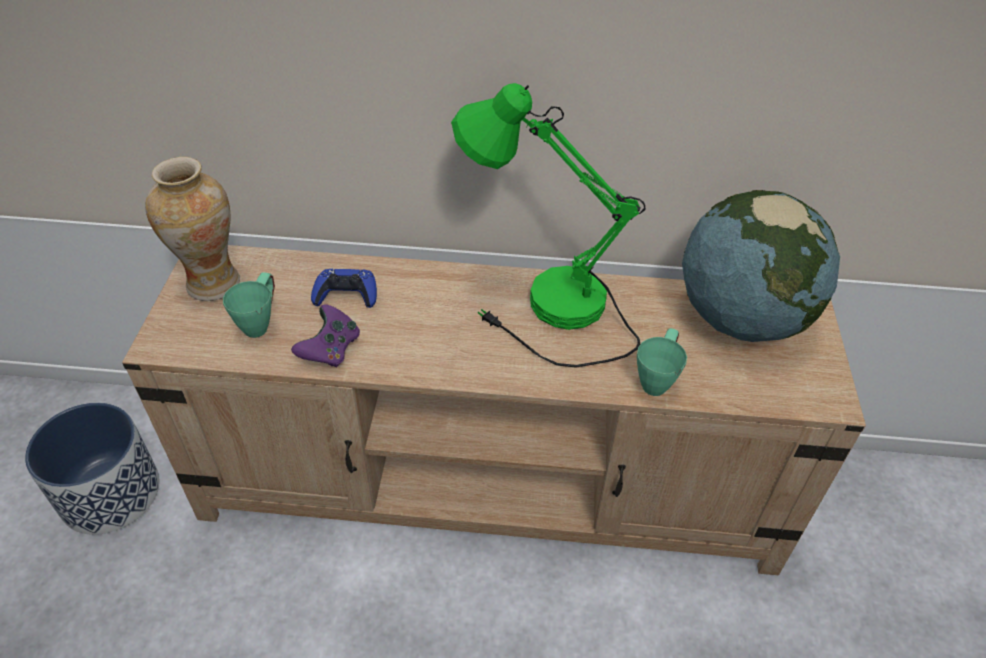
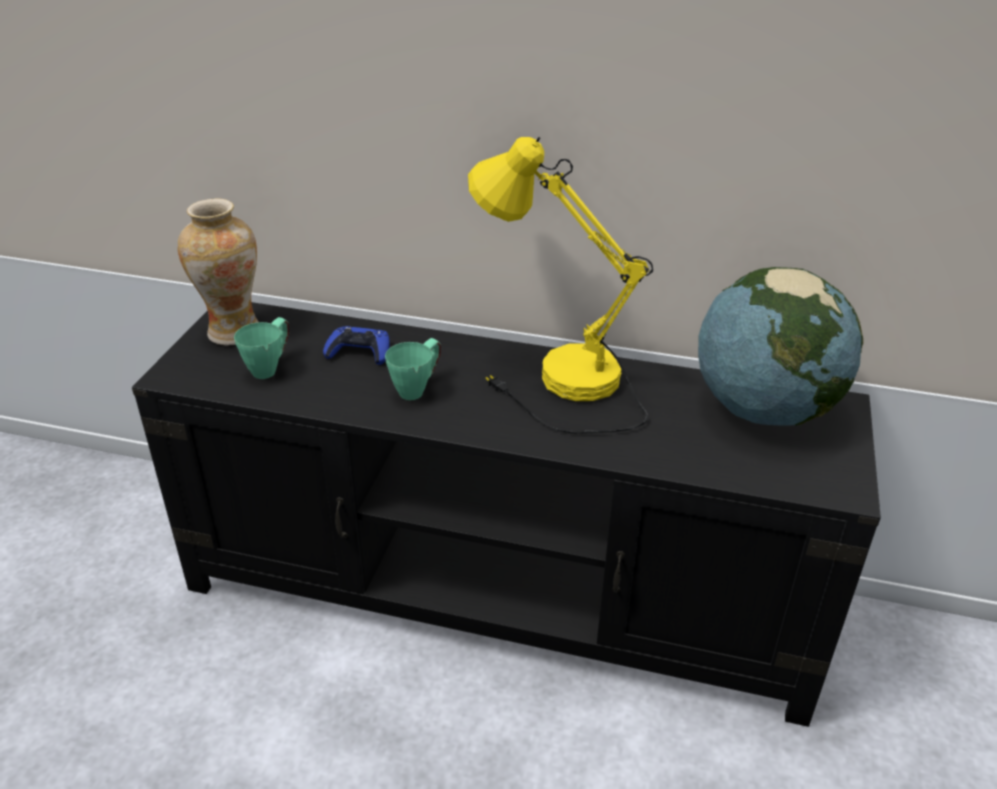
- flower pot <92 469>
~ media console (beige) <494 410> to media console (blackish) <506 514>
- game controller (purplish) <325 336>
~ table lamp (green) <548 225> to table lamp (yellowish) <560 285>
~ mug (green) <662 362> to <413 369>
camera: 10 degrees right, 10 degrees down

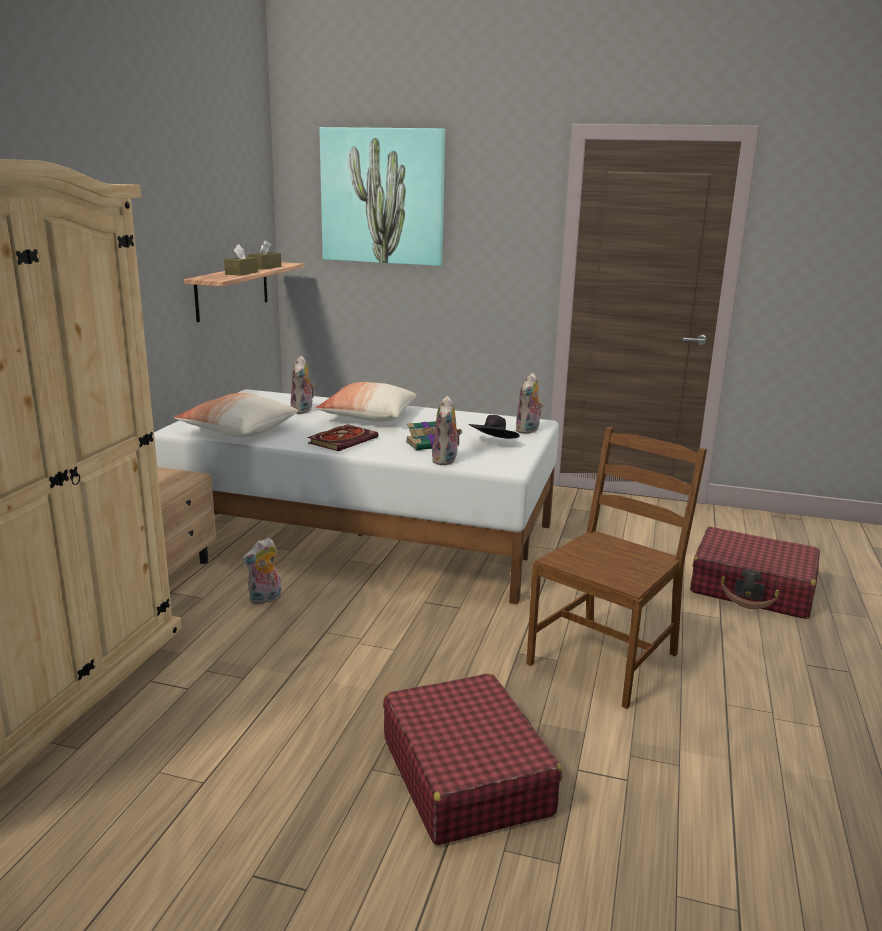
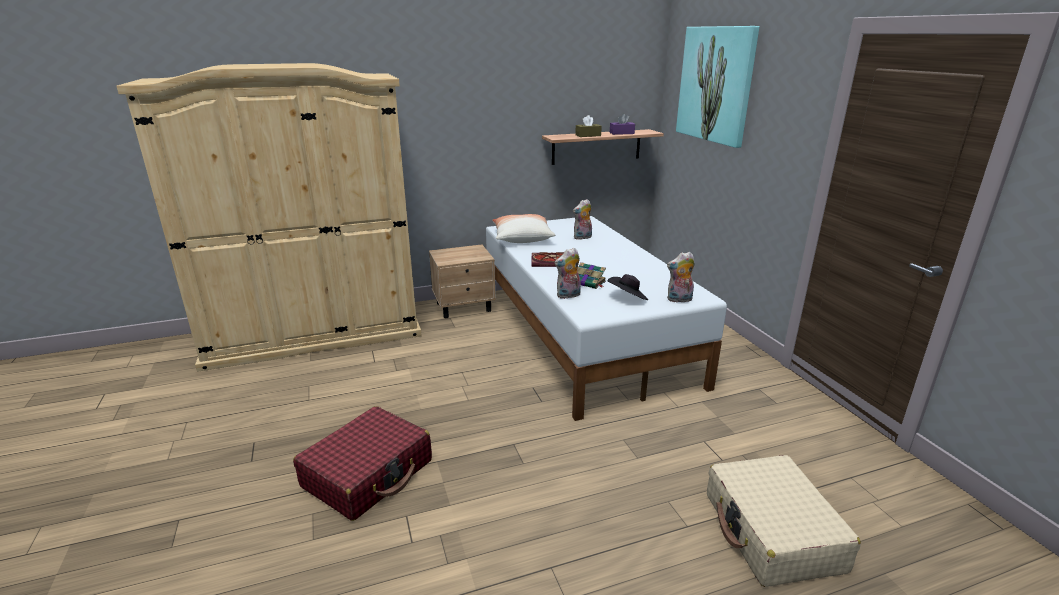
- plush toy <261 571>
~ tissue holder (brownish) <265 255> to tissue holder (purplish) <622 124>
- pillow <365 402>
- plain chair (brownish) <616 568>
~ suitcase (reddish) <755 573> to suitcase (beige) <784 521>
camera: 55 degrees right, 5 degrees up

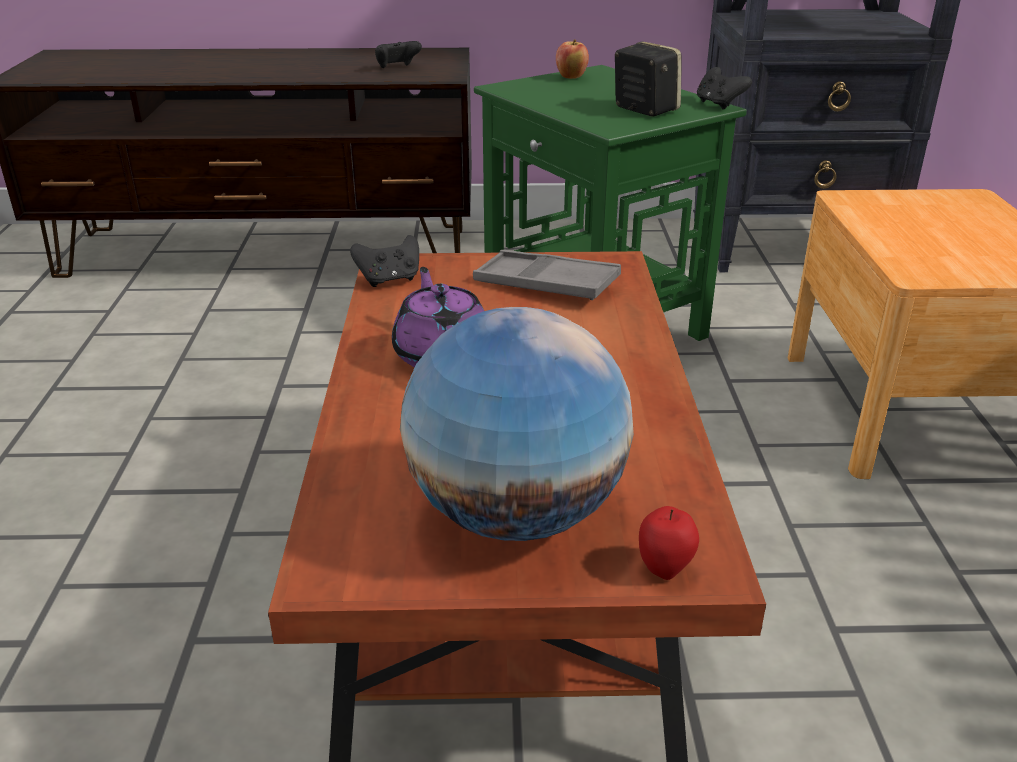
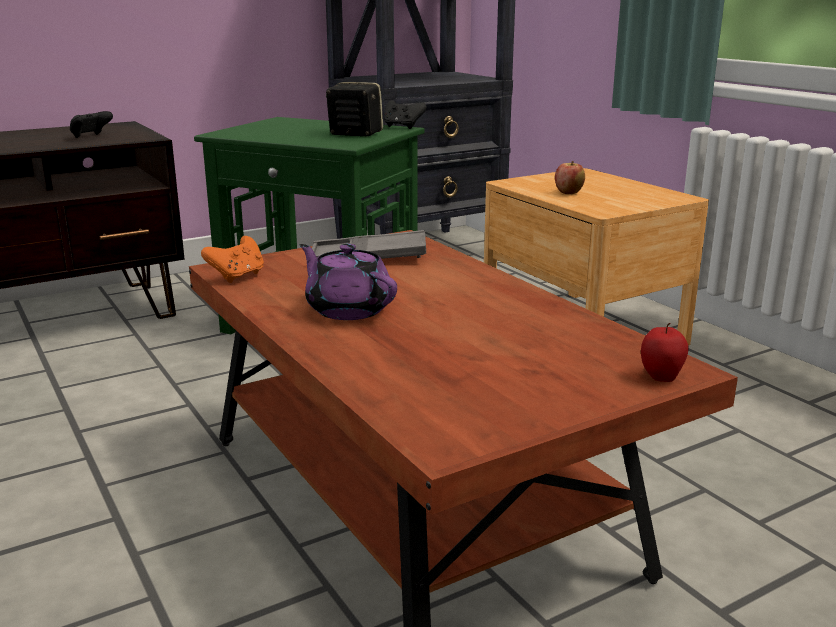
~ game controller (blackish) <384 261> to game controller (orangey) <232 259>
- desk globe <517 424>
~ apple fruit <572 59> to <570 177>
camera: 30 degrees left, 10 degrees down

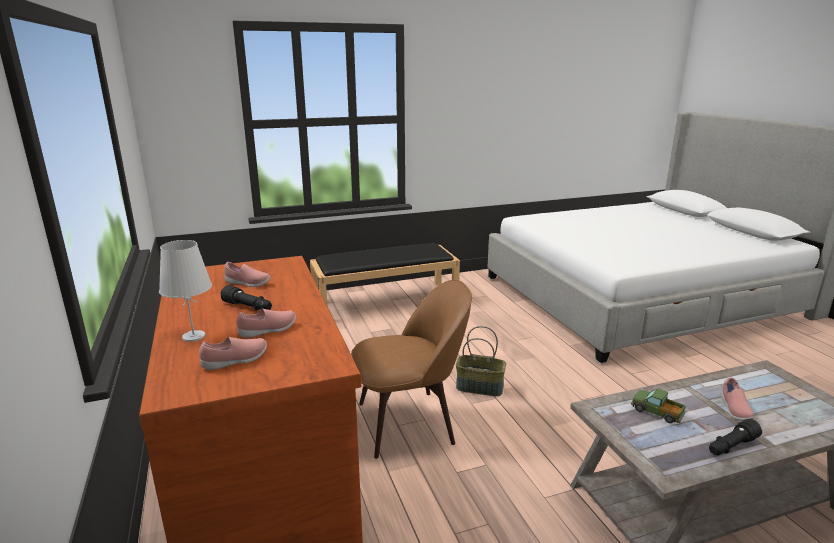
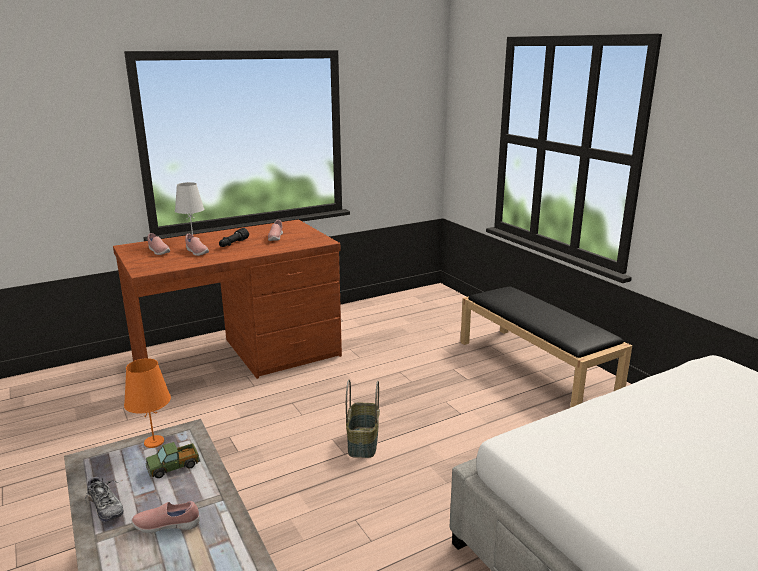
- plain chair (brownish) <411 369>
~ model truck <658 405> = <173 460> 150 degrees counterclockwise
~ flashlight (blackish) <735 437> to shoe <104 498>
+ table lamp (orangey) <147 403>
camera: 80 degrees right, 0 degrees up

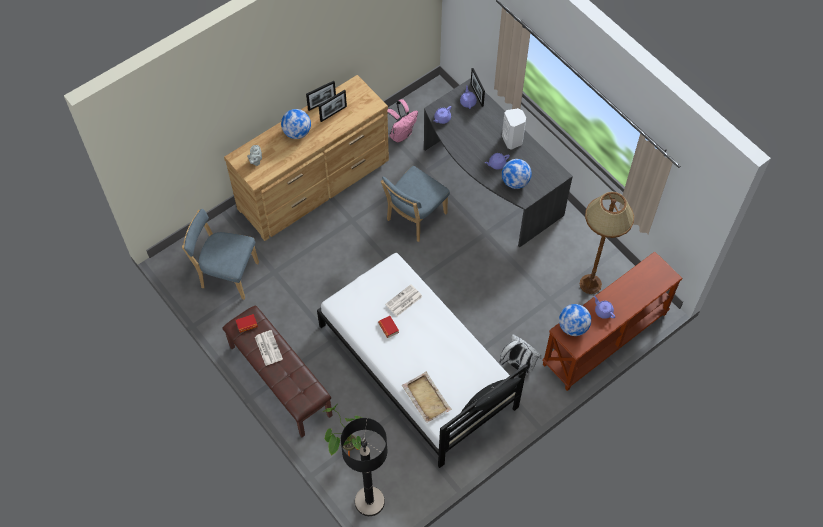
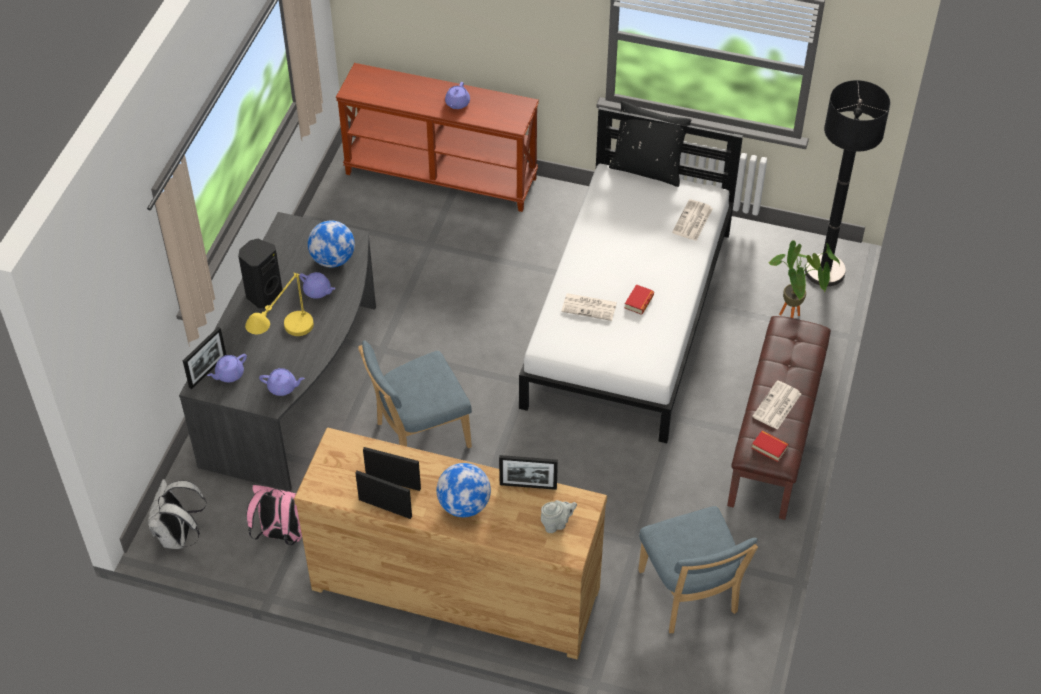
~ plain chair (blue) <415 204> = <415 394> 150 degrees clockwise
~ serving tray (beige) <427 397> to newspaper <692 220>
~ backpack (white-coloured) <520 354> to <177 514>
~ speaker (white-coloured) <514 129> to speaker (blackish) <260 273>
- desk globe <575 320>
- floor lamp (brownish) <607 243>
+ table lamp (yellowish) <279 304>
+ standing frame <528 472>
camera: 125 degrees left, 10 degrees down

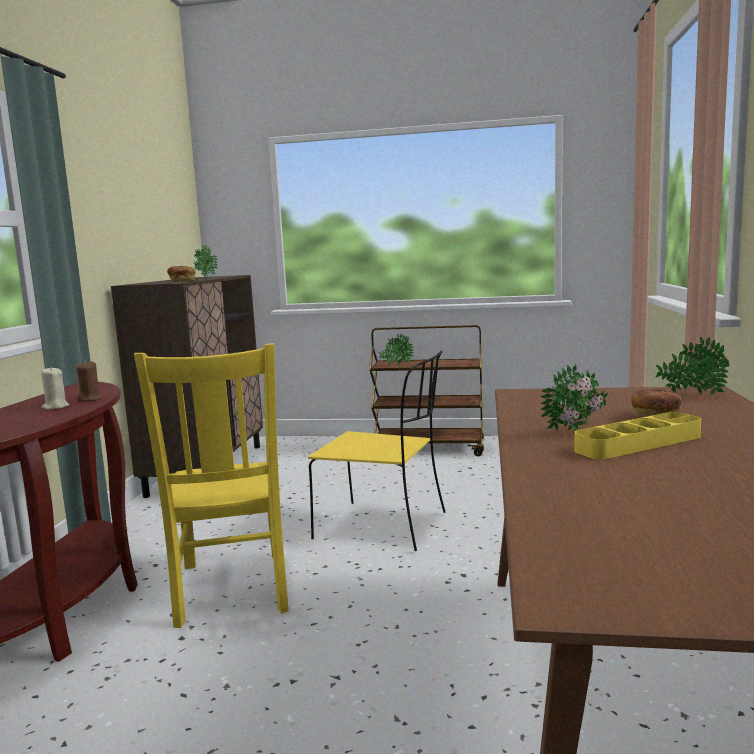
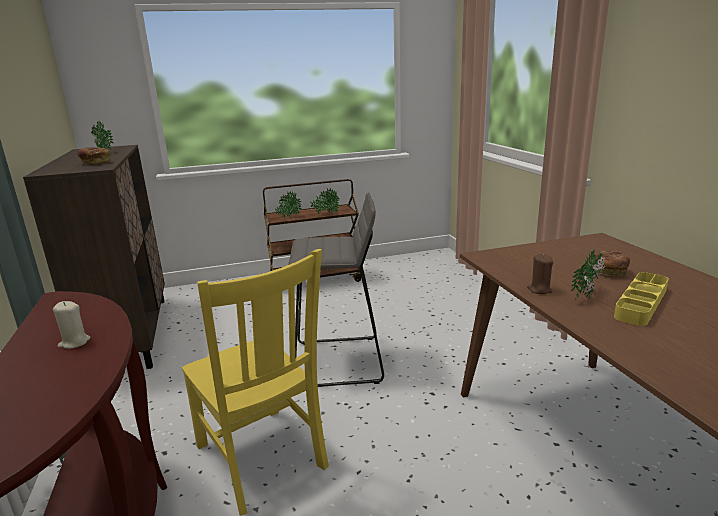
~ candle (brownish) <89 381> to <540 274>
~ plain chair (yellowish) <376 451> to stool seat (grey) <336 289>
~ houseplant <692 366> to <325 200>
camera: 25 degrees left, 10 degrees up

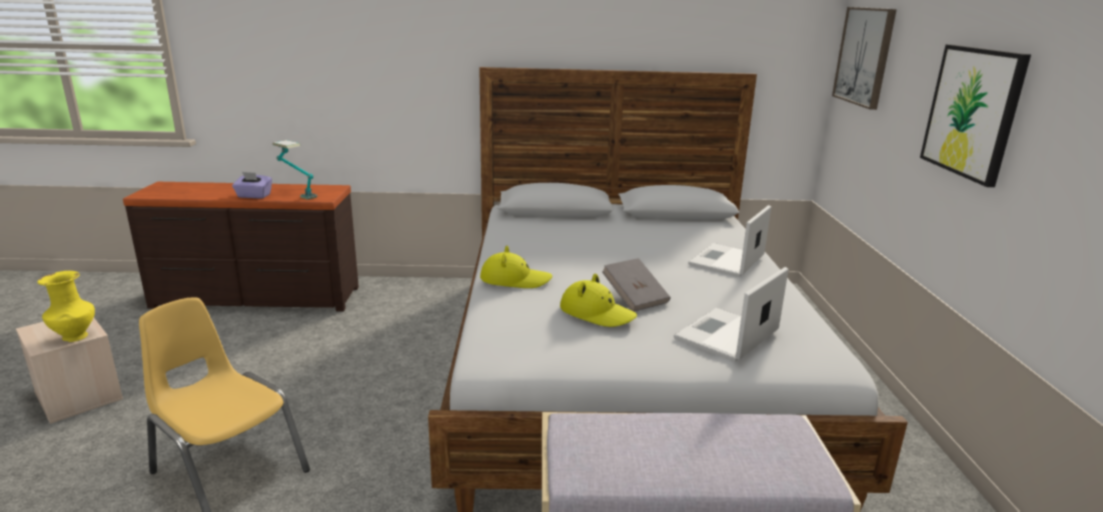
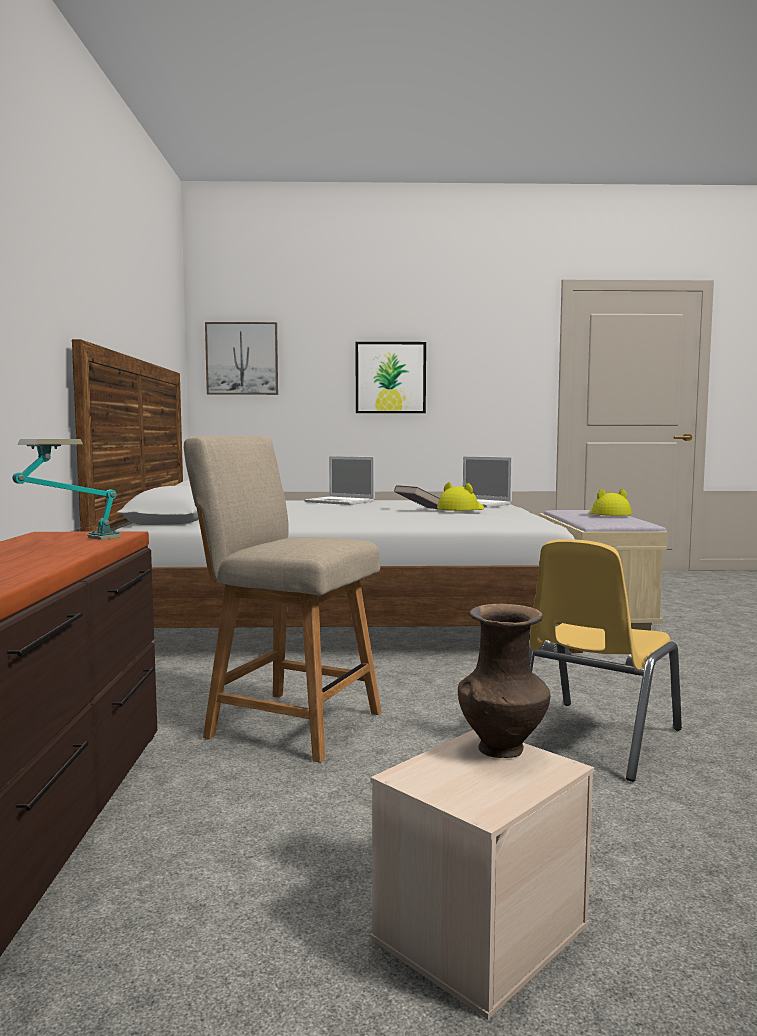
~ decorative vase (yellowish) <66 306> to decorative vase (brownish) <504 681>
- tissue holder (purplish) <252 185>
~ hat (yellowish) <516 266> to <610 502>
+ plain chair (beige) <283 599>
camera: 90 degrees left, 15 degrees down

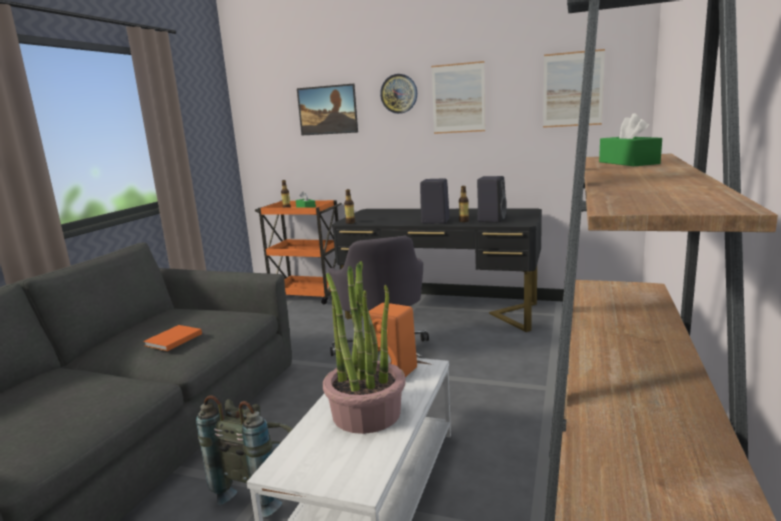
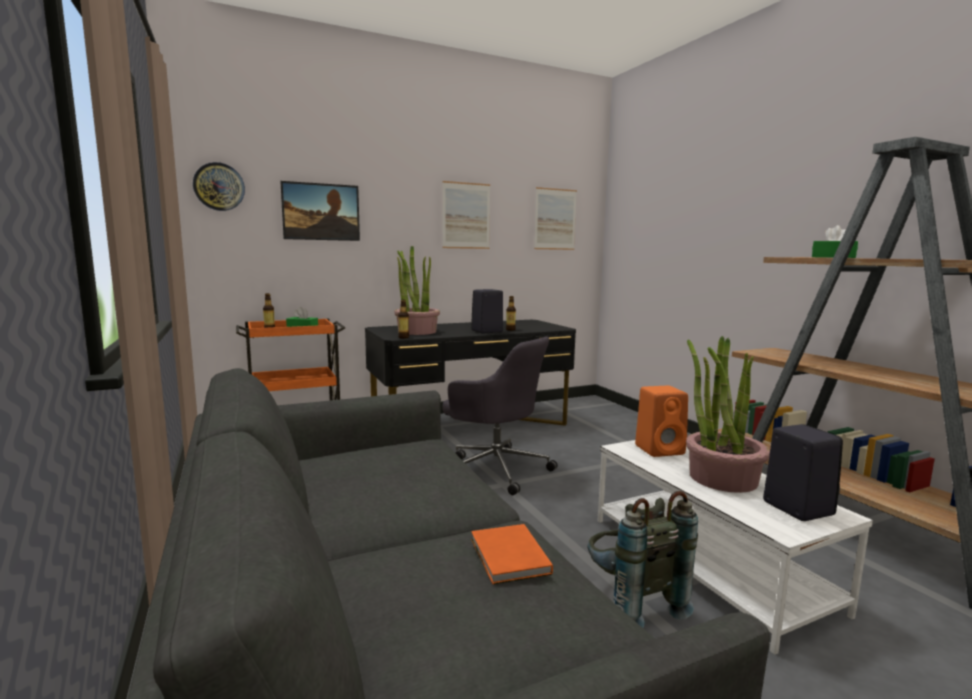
~ volume (orangey) <172 338> to <512 554>
~ hanging clock <398 94> to <219 186>
~ speaker (blackish) <492 199> to <803 472>
+ houseplant <417 290>
camera: 45 degrees left, 5 degrees down

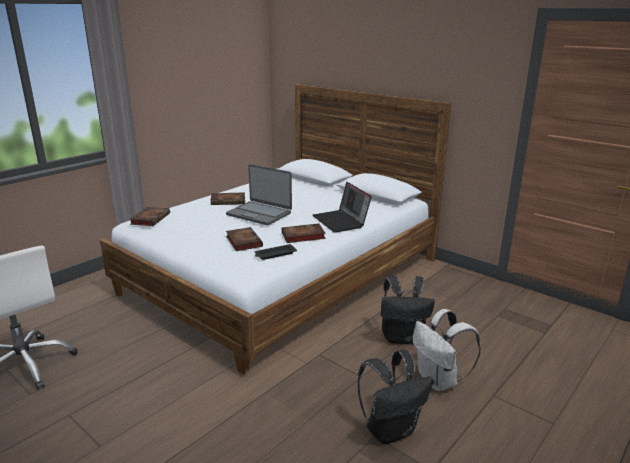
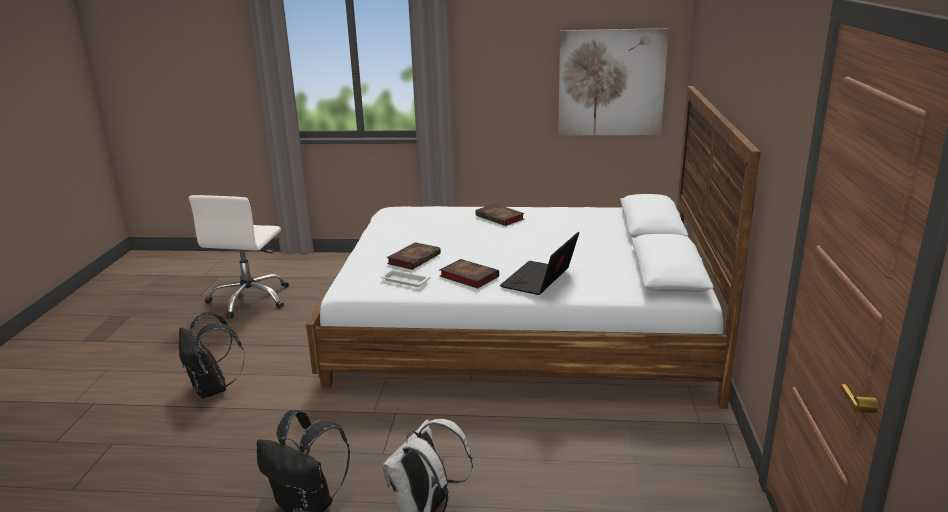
- volume <149 216>
- laptop <259 194>
~ serving tray (blackish) <275 252> to serving tray (white-coloured) <405 278>
~ backpack (blackish) <408 310> to <212 355>
+ wall art <613 82>
camera: 55 degrees right, 0 degrees up

